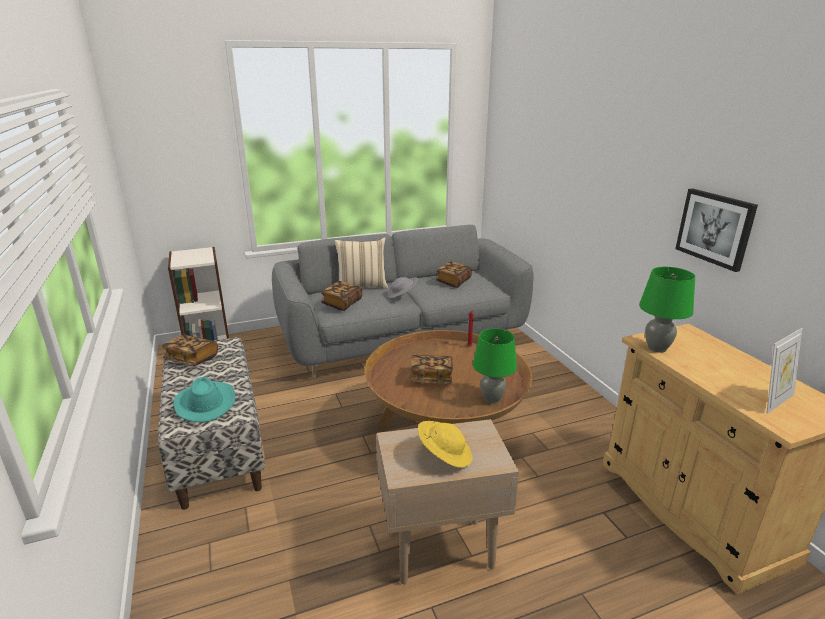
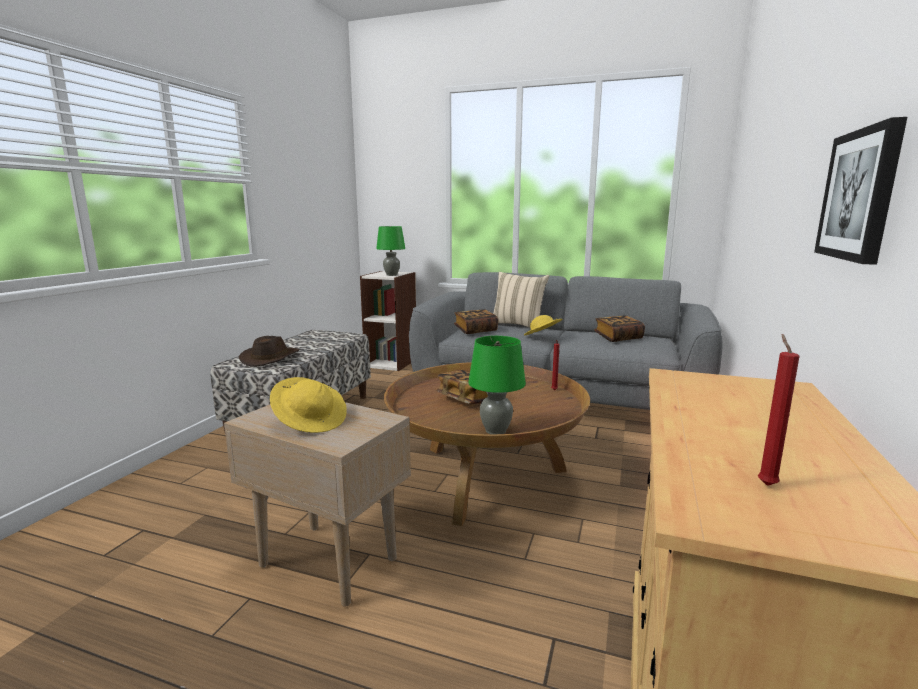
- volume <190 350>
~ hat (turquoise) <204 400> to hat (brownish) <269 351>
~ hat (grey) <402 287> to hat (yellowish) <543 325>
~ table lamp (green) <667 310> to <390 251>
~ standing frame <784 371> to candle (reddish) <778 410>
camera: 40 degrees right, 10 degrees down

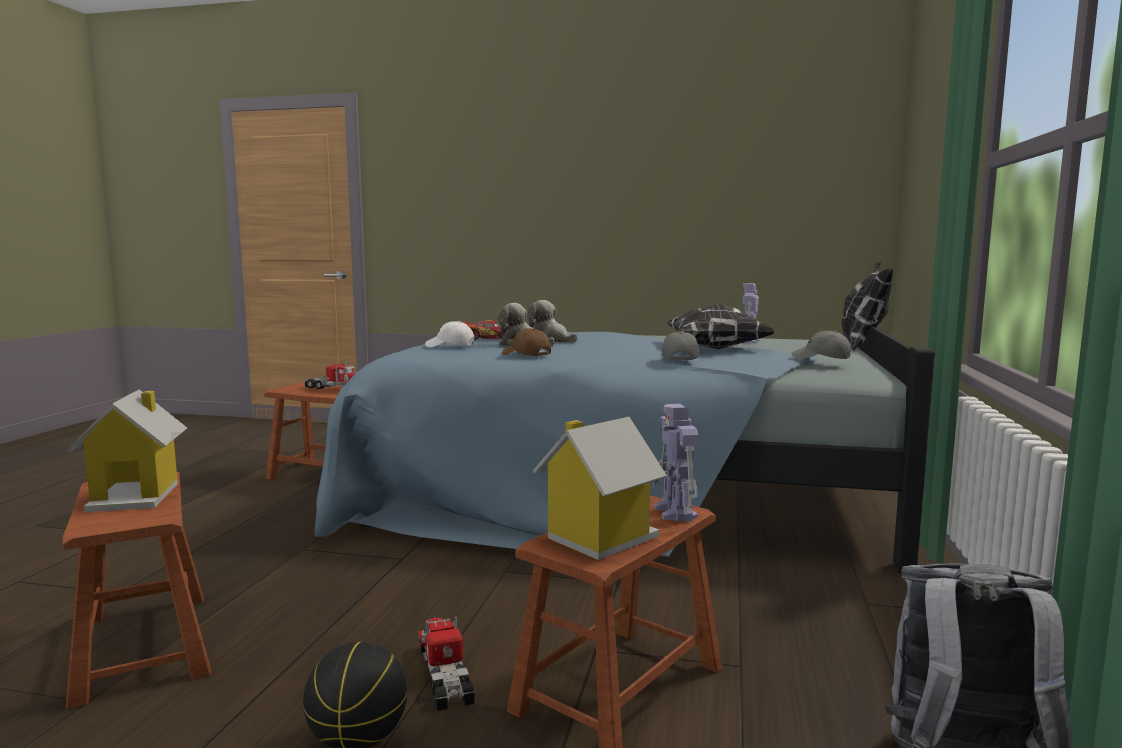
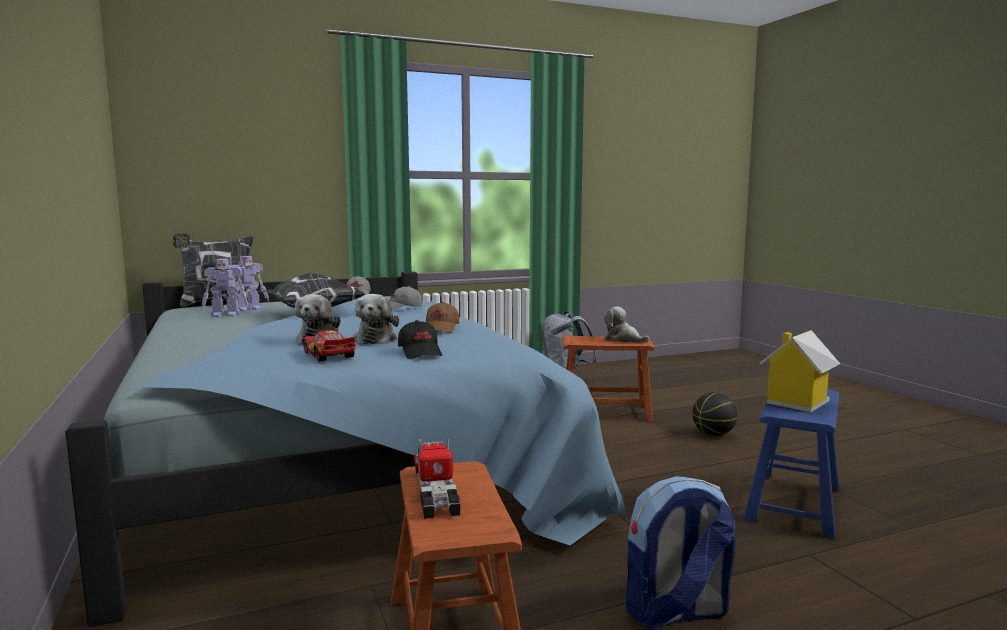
~ stool seat (brownish) <136 590> to stool seat (blue) <791 464>
- model truck <446 663>
~ peaked cap (white-coloured) <449 334> to peaked cap (blackish) <420 339>
~ model house <600 488> to plush toy <626 325>
~ robot figure <675 463> to <249 284>
+ backpack <681 552>
camera: 125 degrees left, 0 degrees up

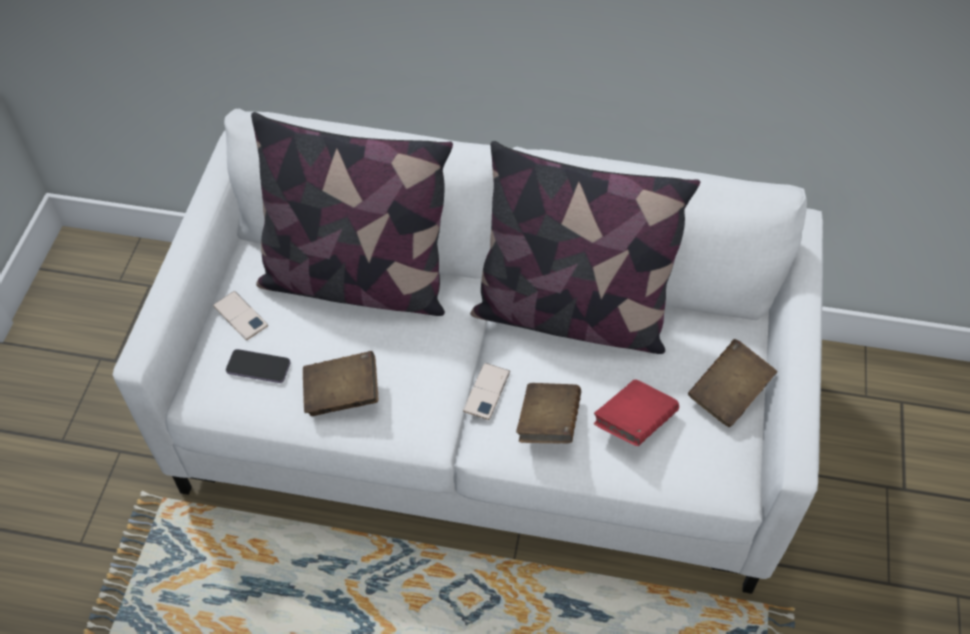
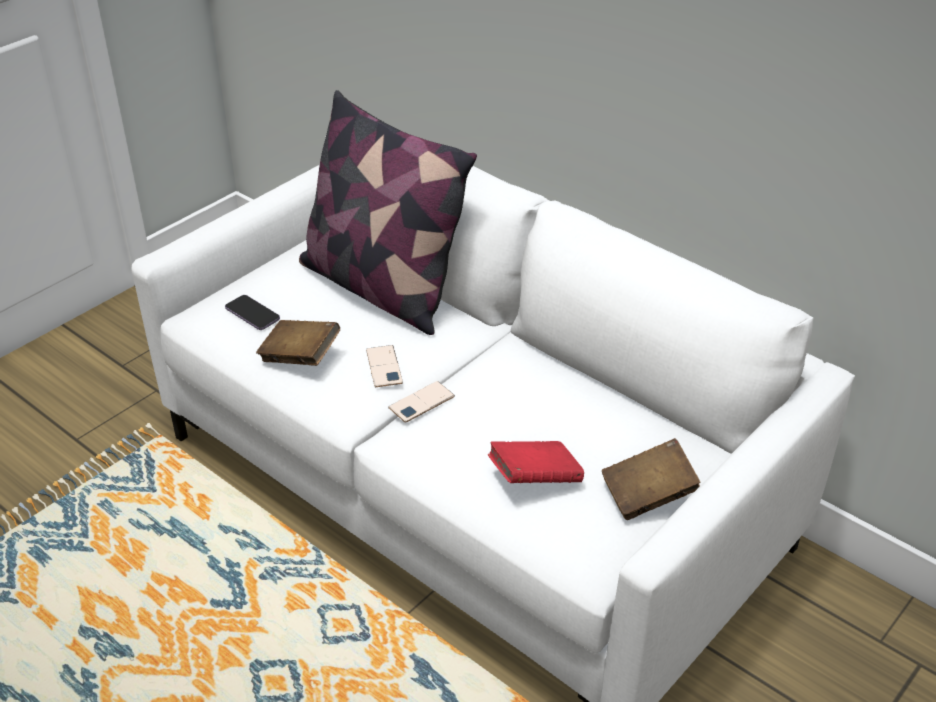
~ phone <240 315> to <384 366>
- pillow <585 247>
- volume (brownish) <548 413>
camera: 30 degrees right, 15 degrees down

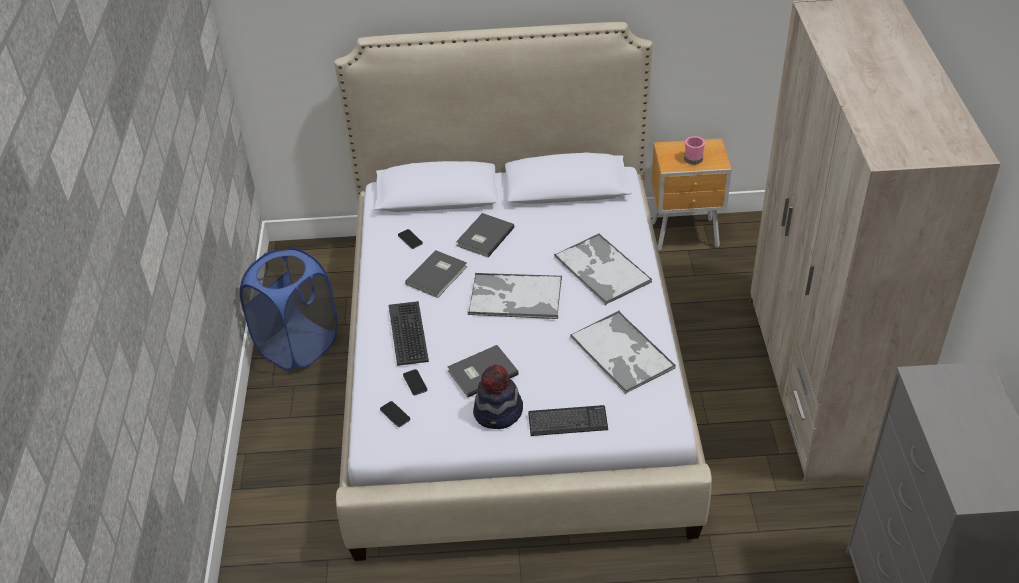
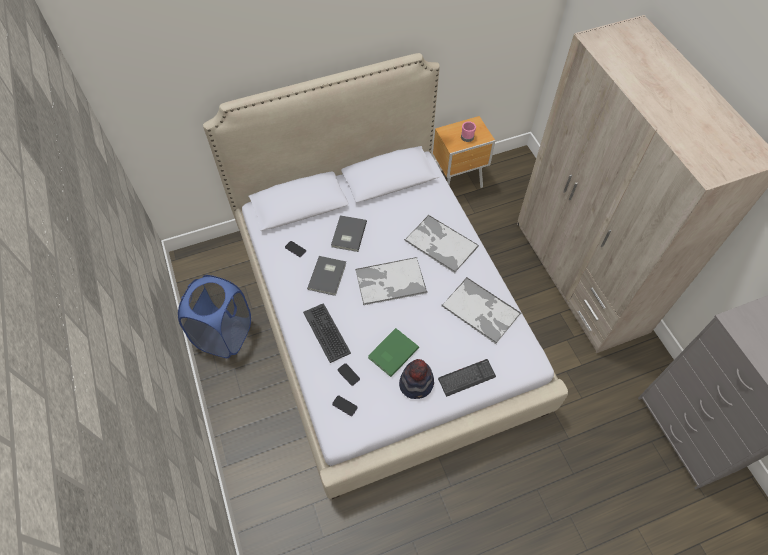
~ volume (grey) <483 371> to volume (green) <393 352>
camera: 20 degrees left, 15 degrees up

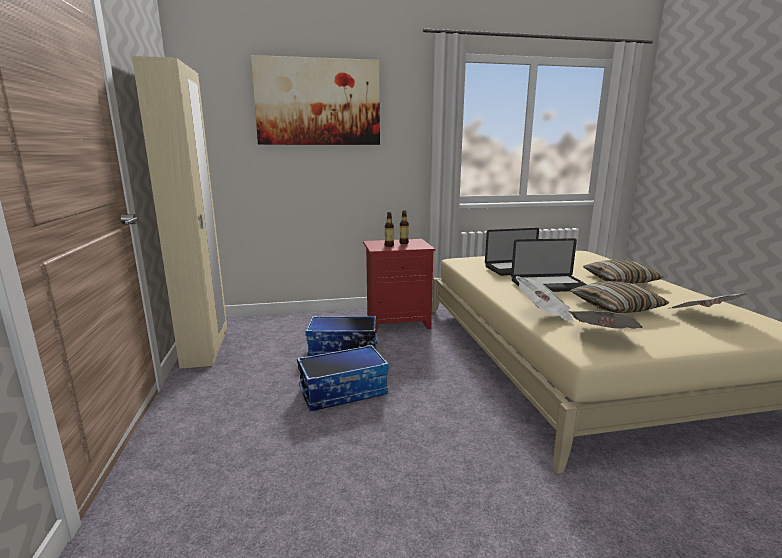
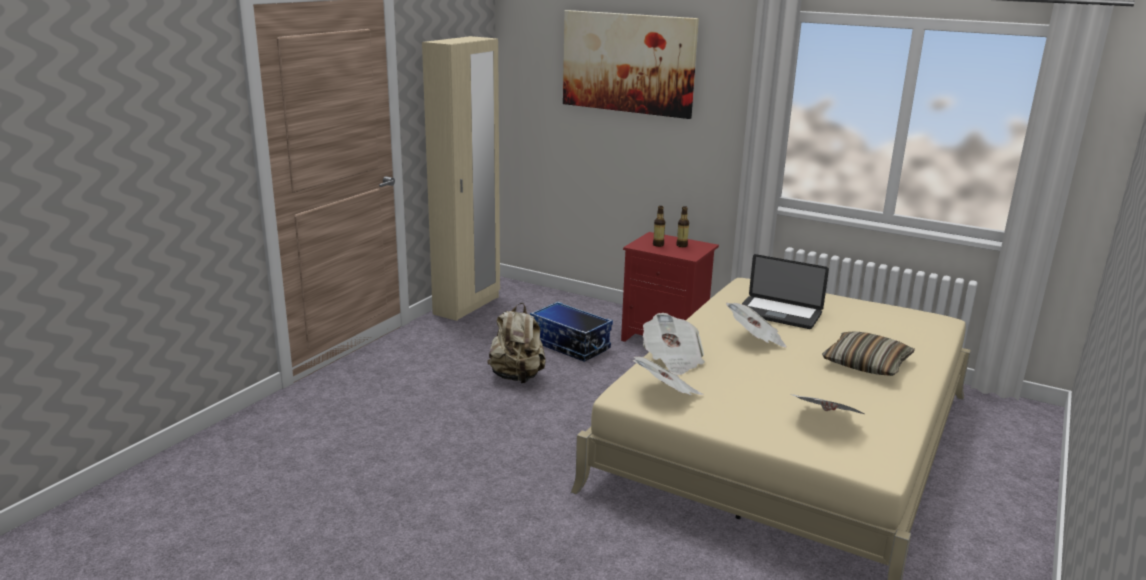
~ storage box <343 378> to backpack (beige) <516 343>
~ laptop <549 265> to newspaper <756 325>
- pillow <620 297>
camera: 40 degrees right, 5 degrees up

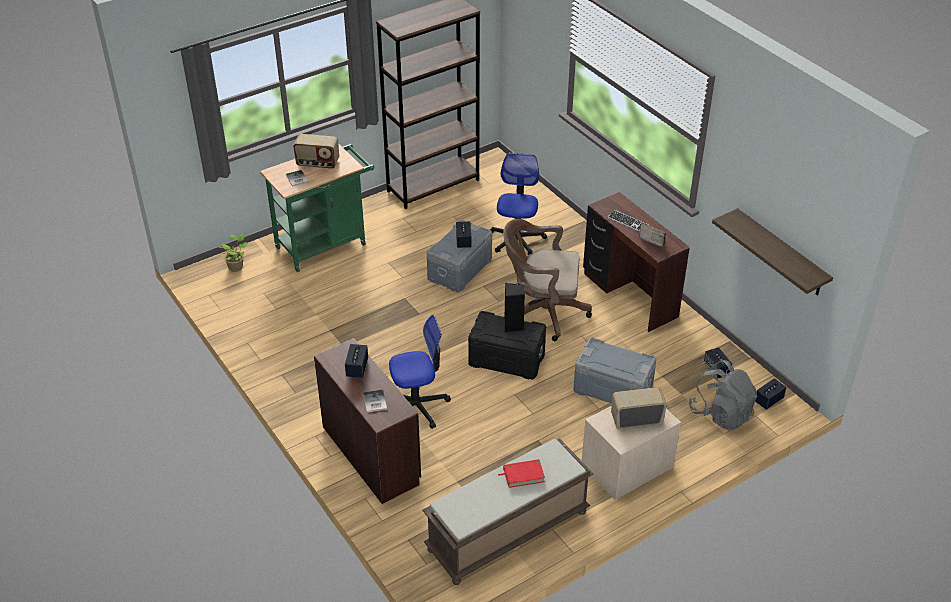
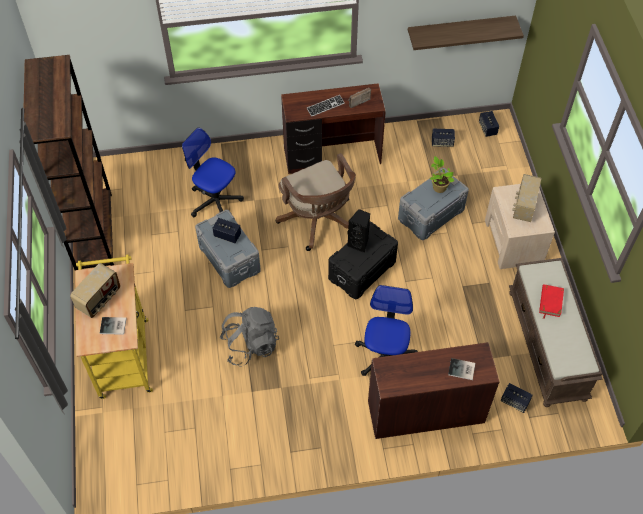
~ houseplant <233 253> to <442 174>
~ cart (green) <317 207> to cart (yellowish) <114 327>
~ speaker <356 361> to <517 398>
~ office chair (brownish) <547 280> = <316 202> 60 degrees counterclockwise
~ backpack (grey) <723 395> to <249 336>
camera: 65 degrees left, 15 degrees up

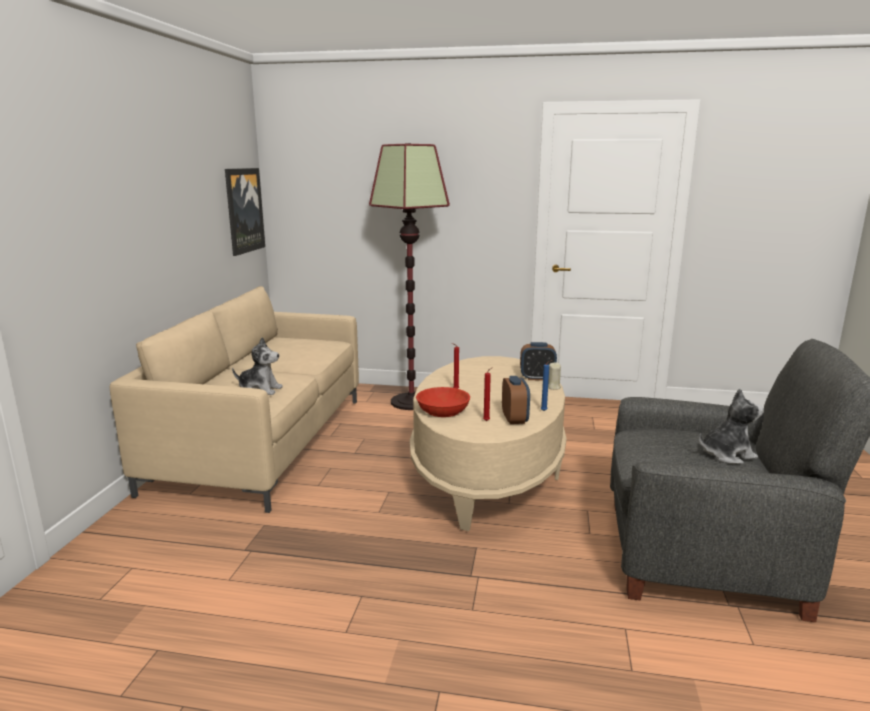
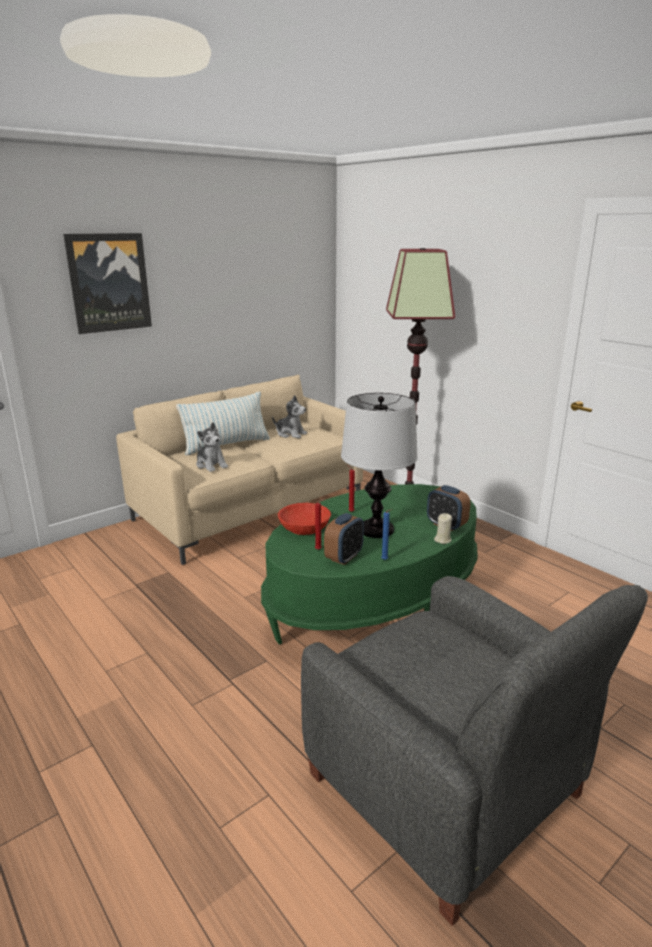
~ wall art <245 212> to <107 283>
~ coffee table (beige) <488 443> to coffee table (green) <369 564>
~ plush toy <731 426> to <289 416>
+ pillow <223 424>
+ table lamp <379 465>
camera: 40 degrees right, 5 degrees up

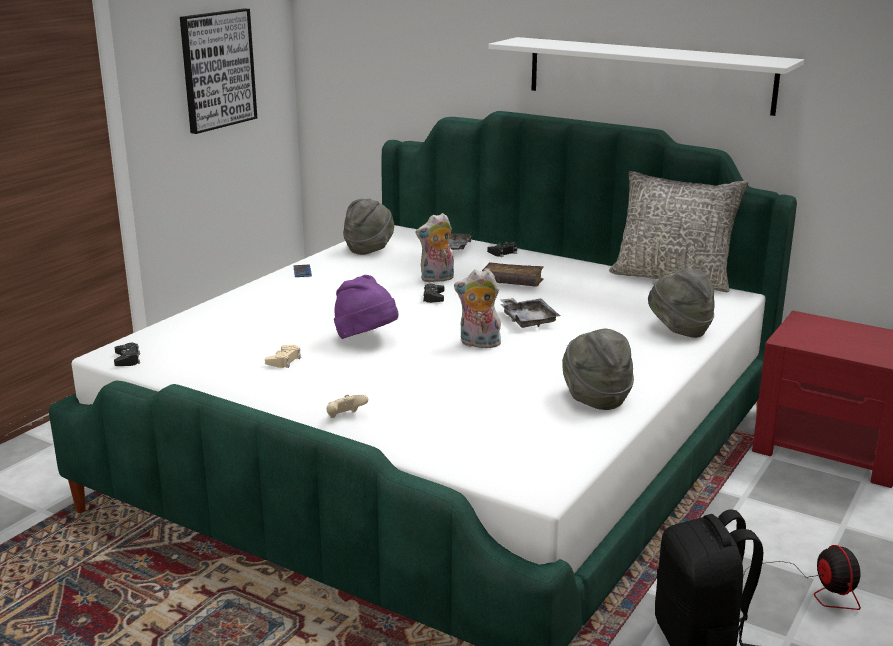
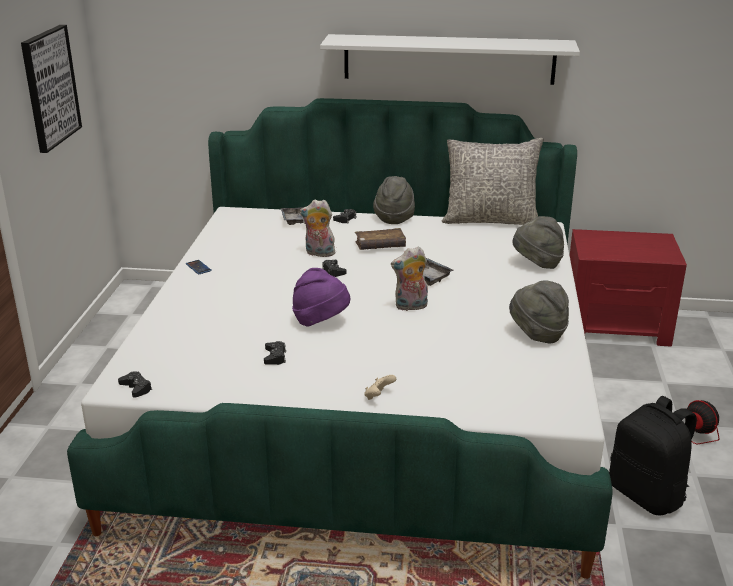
~ game controller (beige) <283 356> to game controller (blackish) <275 353>
~ hat (grey) <368 227> to <394 200>
~ plush toy <434 247> = <317 228> 60 degrees clockwise
camera: 25 degrees left, 5 degrees up

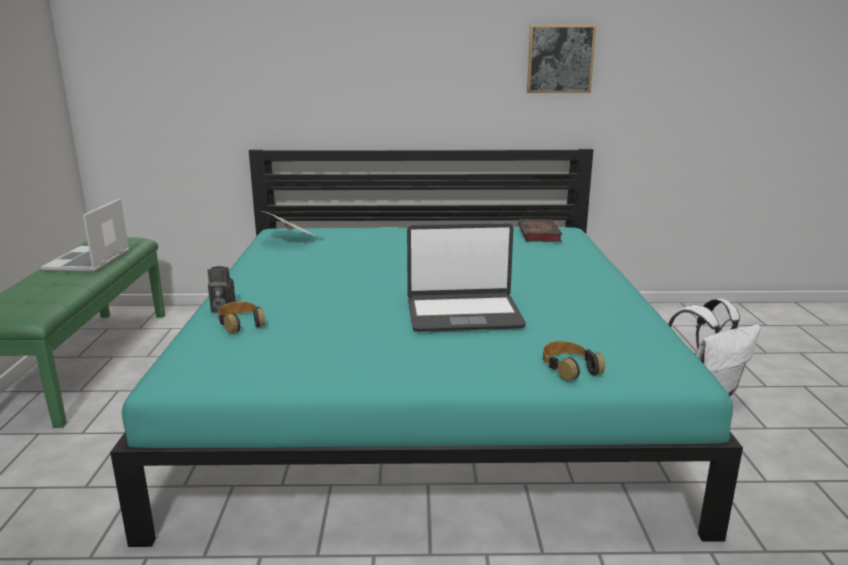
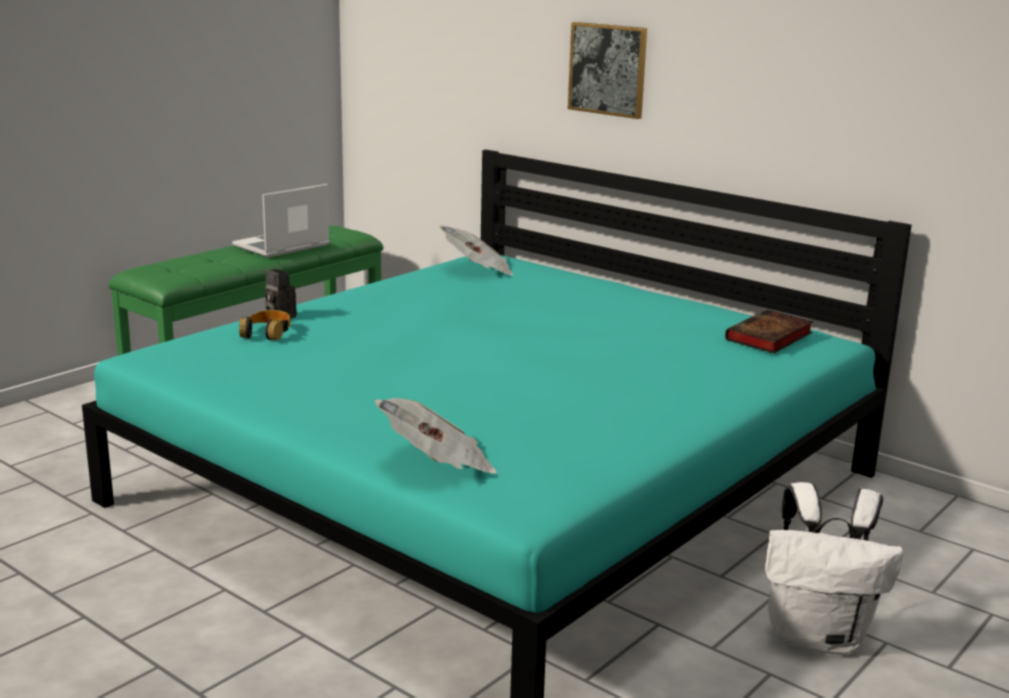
- laptop <466 277>
~ wall art <561 59> to <607 70>
~ headset <574 361> to newspaper <436 435>
camera: 40 degrees right, 0 degrees up

